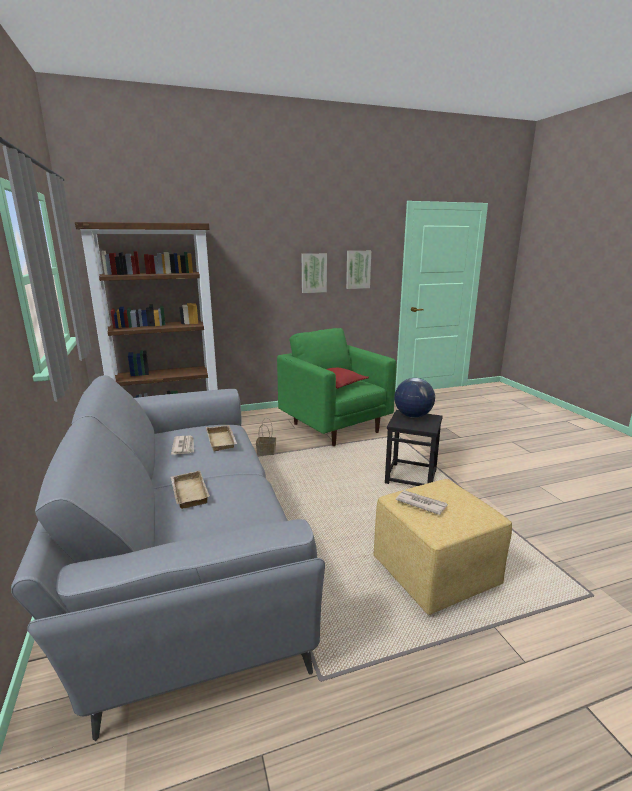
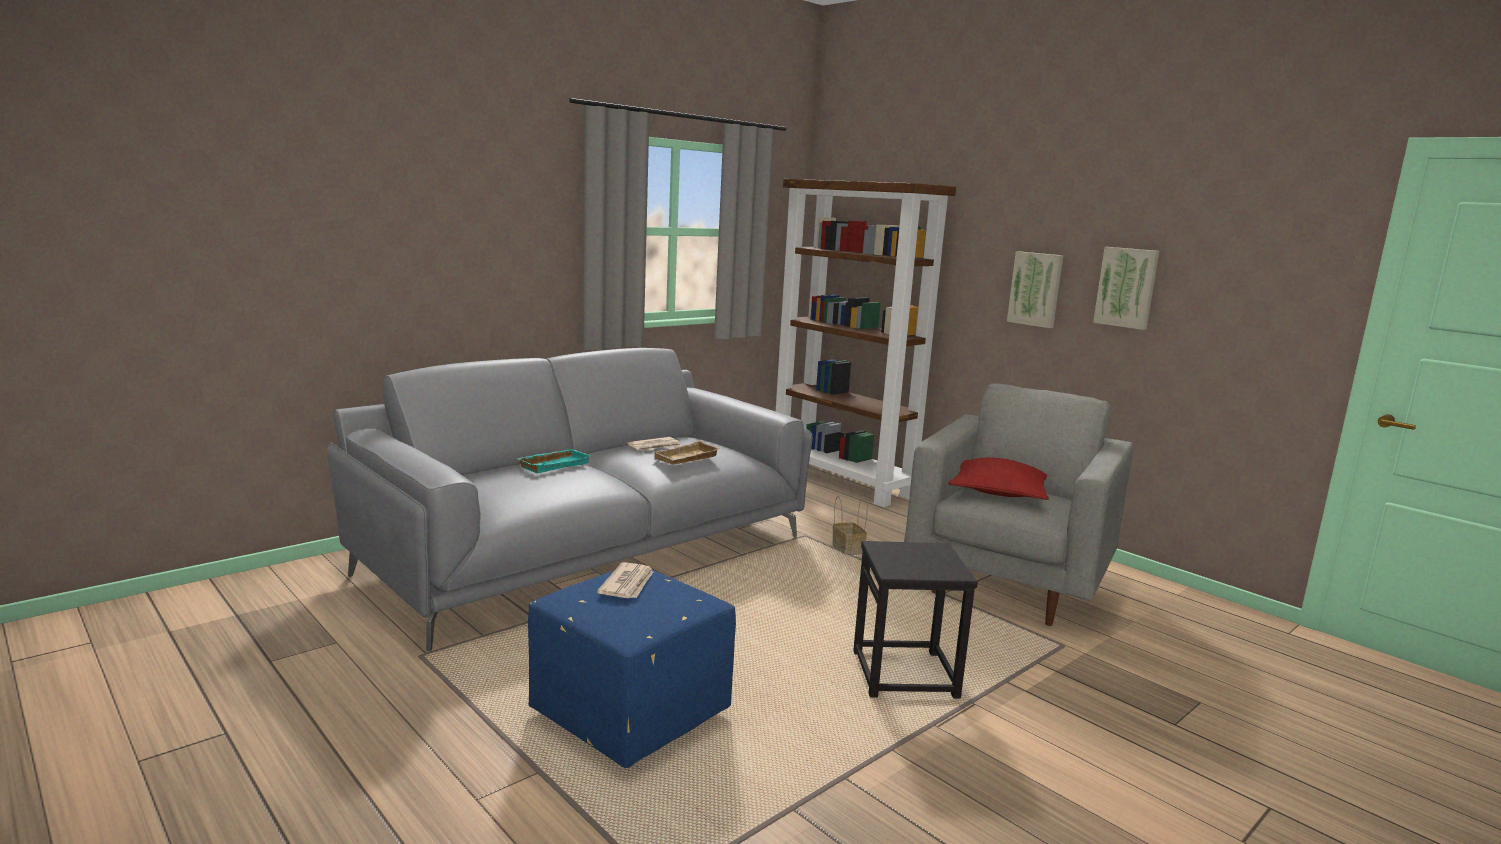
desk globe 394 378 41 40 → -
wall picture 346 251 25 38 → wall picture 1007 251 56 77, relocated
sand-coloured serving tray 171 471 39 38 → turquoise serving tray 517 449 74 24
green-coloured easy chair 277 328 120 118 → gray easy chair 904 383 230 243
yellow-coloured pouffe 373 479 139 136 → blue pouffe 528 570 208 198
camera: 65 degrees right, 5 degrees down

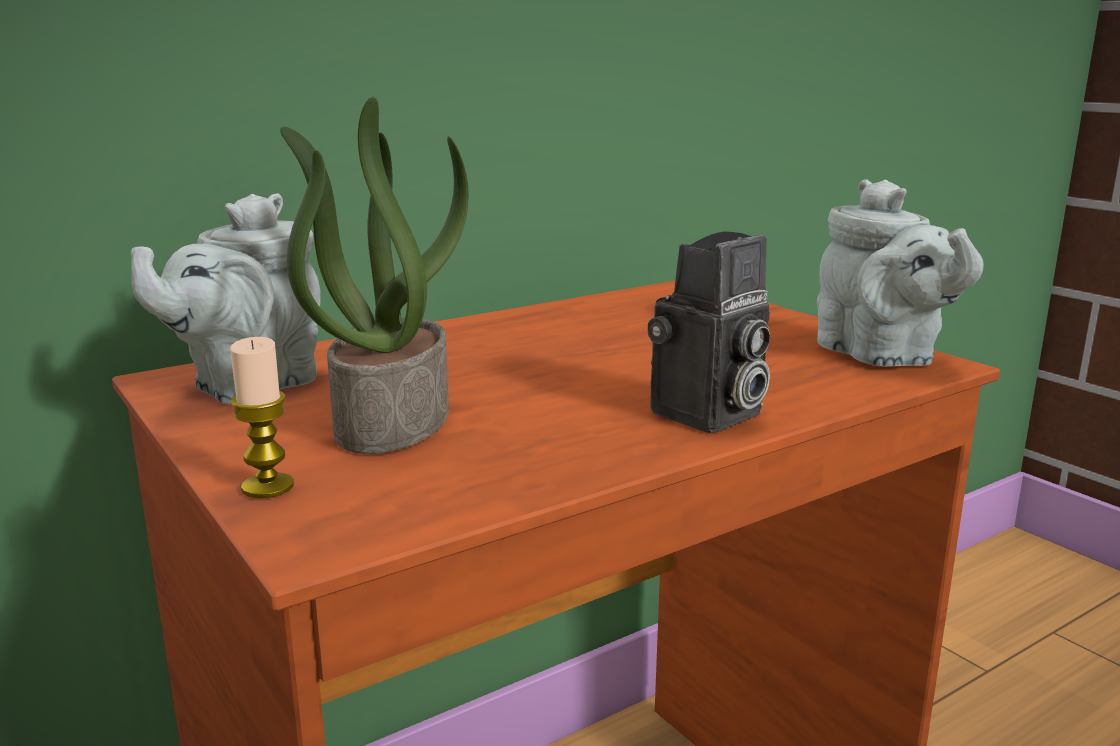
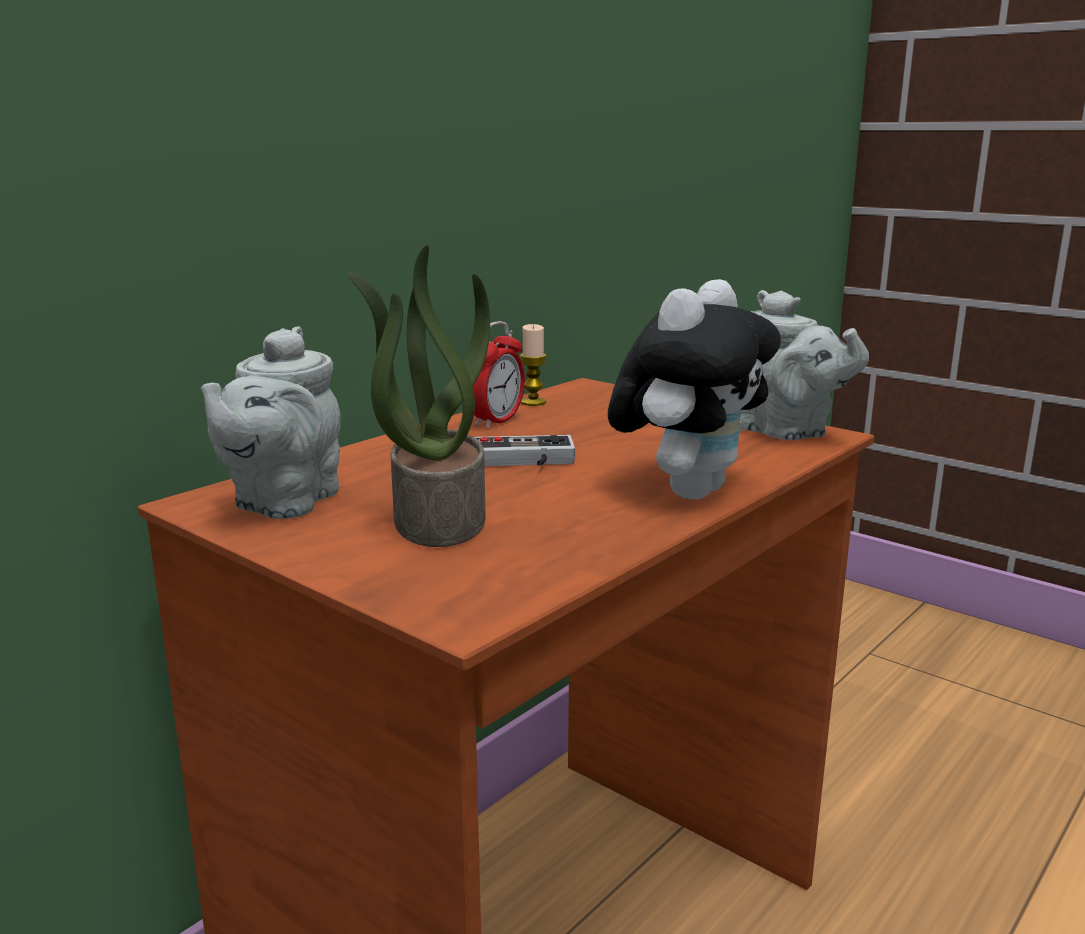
- → alarm clock 473 321 52 108
- → joypad 475 435 100 31
wax light 230 337 64 161 → wax light 520 324 27 82, relocated
photo camera 648 231 122 202 → plush toy 608 279 173 221
camera: 15 degrees left, 0 degrees up

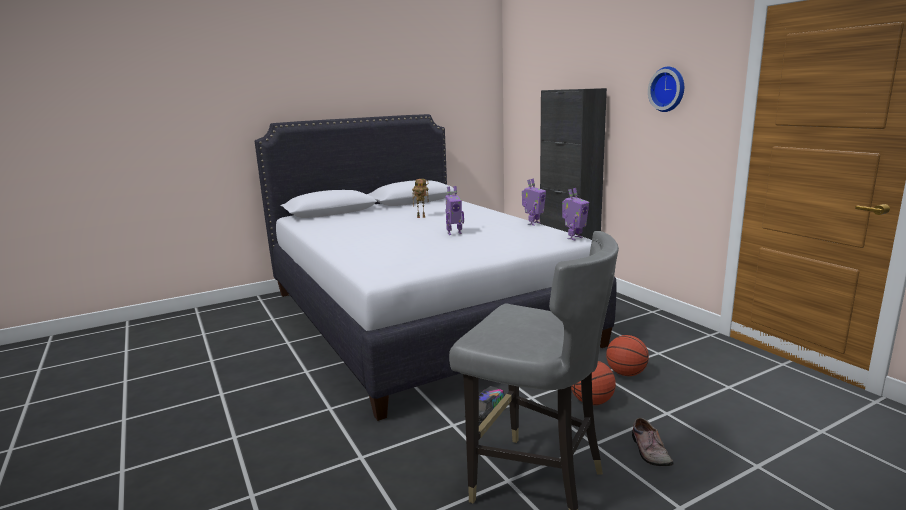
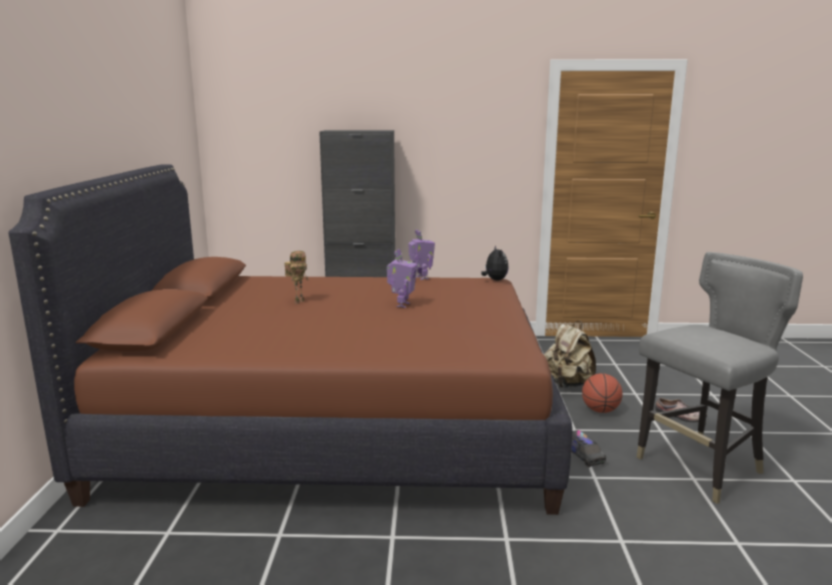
hanging clock 648 67 36 45 → -
toy robot 562 188 27 53 → plush toy 481 245 28 35
ball for basketball 606 335 43 41 → sand-coloured knapsack 544 321 52 67
white-coloured sleeping bed 254 114 363 307 → brown sleeping bed 9 164 563 351
camera: 60 degrees left, 0 degrees up

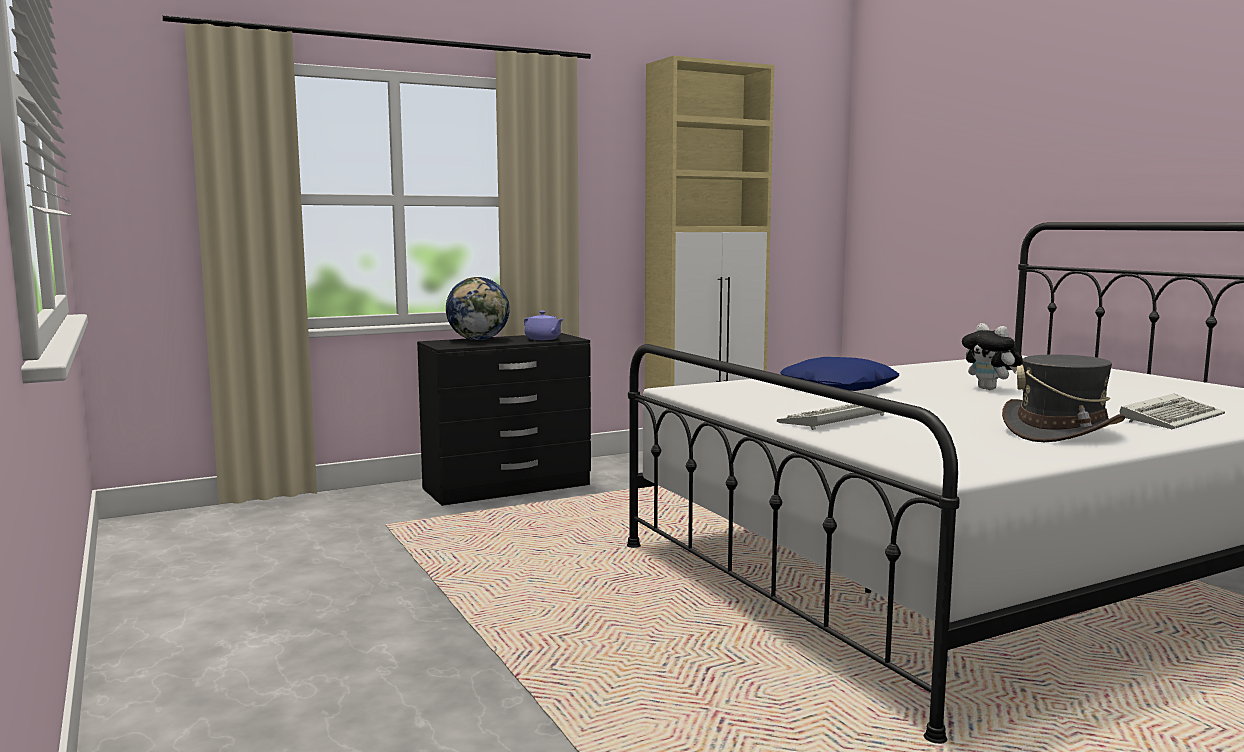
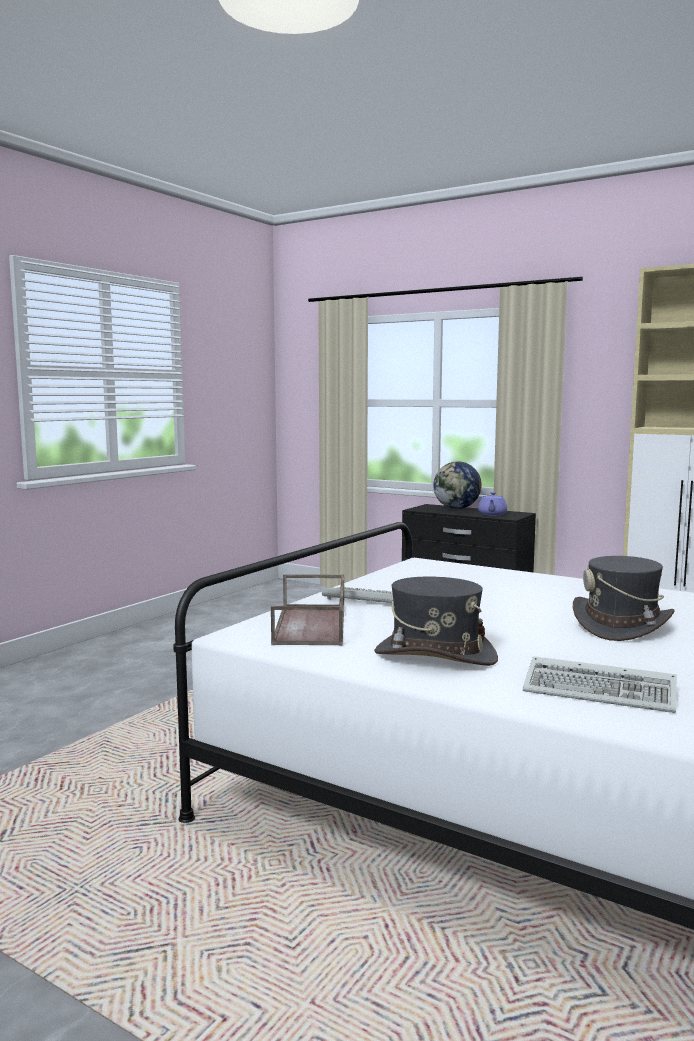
blue pillow 780 357 119 34 → -
- → brown serving tray 271 575 73 71
plush toy 962 323 61 67 → gray hat 573 556 102 85
camera: 60 degrees right, 0 degrees up

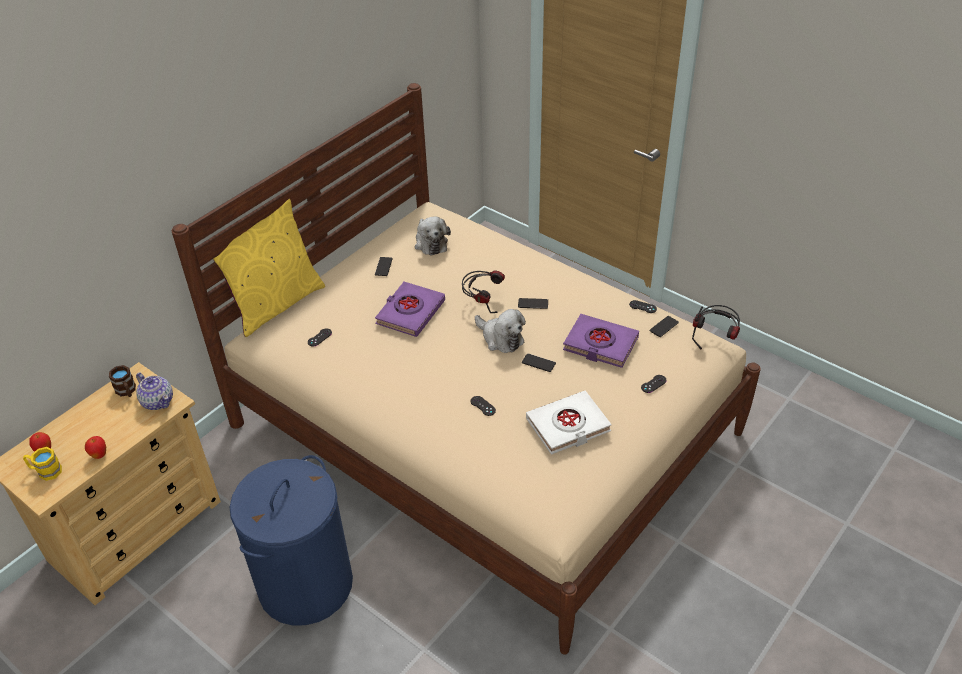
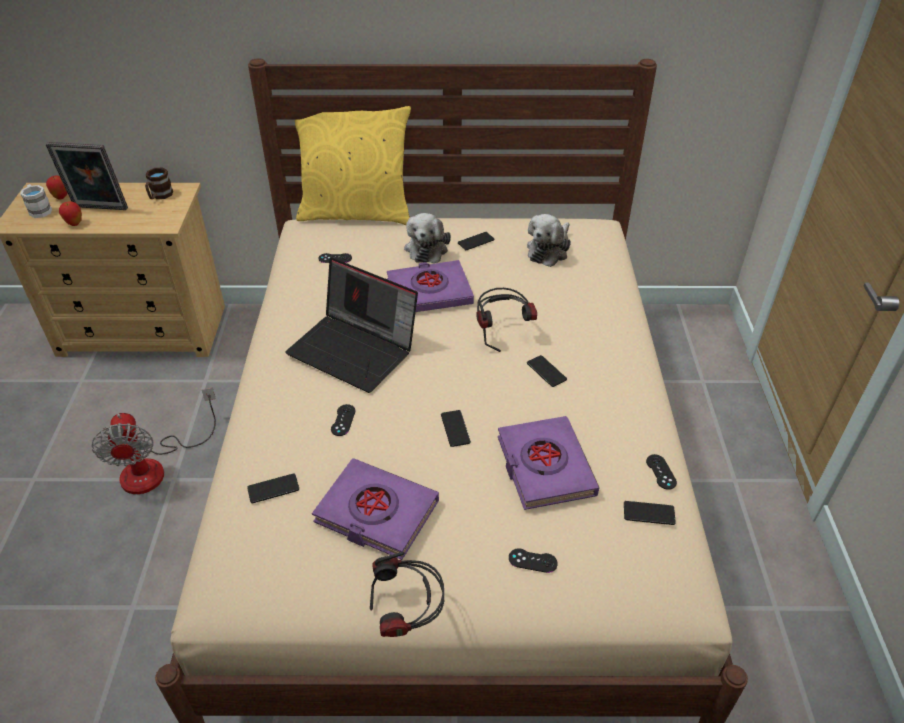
teapot 136 373 37 37 → -
- → standing frame 46 142 82 68
- → phone 247 473 52 30
- → portable computer 285 258 133 135
plush toy 475 309 51 44 → plush toy 404 213 47 50, relocated
pair of headphones 692 305 48 44 → pair of headphones 370 552 74 85, relocated
blue hamper 230 455 123 170 → fan 92 388 124 106
yellow-coloured tea mug 23 447 39 34 → white-coloured tea mug 20 184 32 34
white-coloured bound book 526 391 86 64 → purple bound book 312 458 127 102
camera: 50 degrees right, 0 degrees up

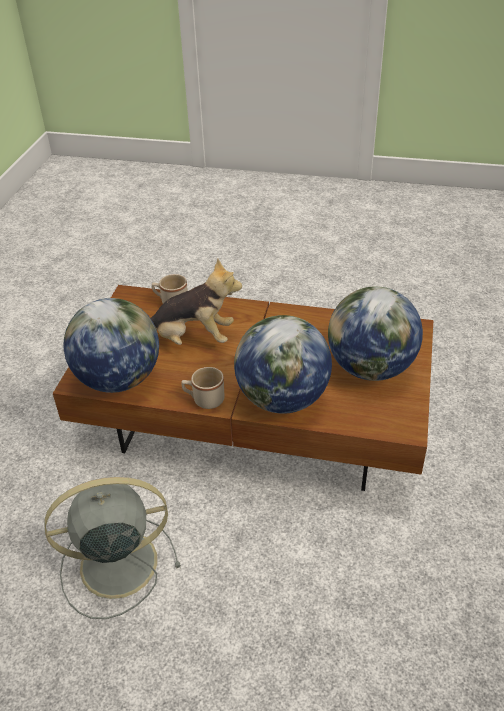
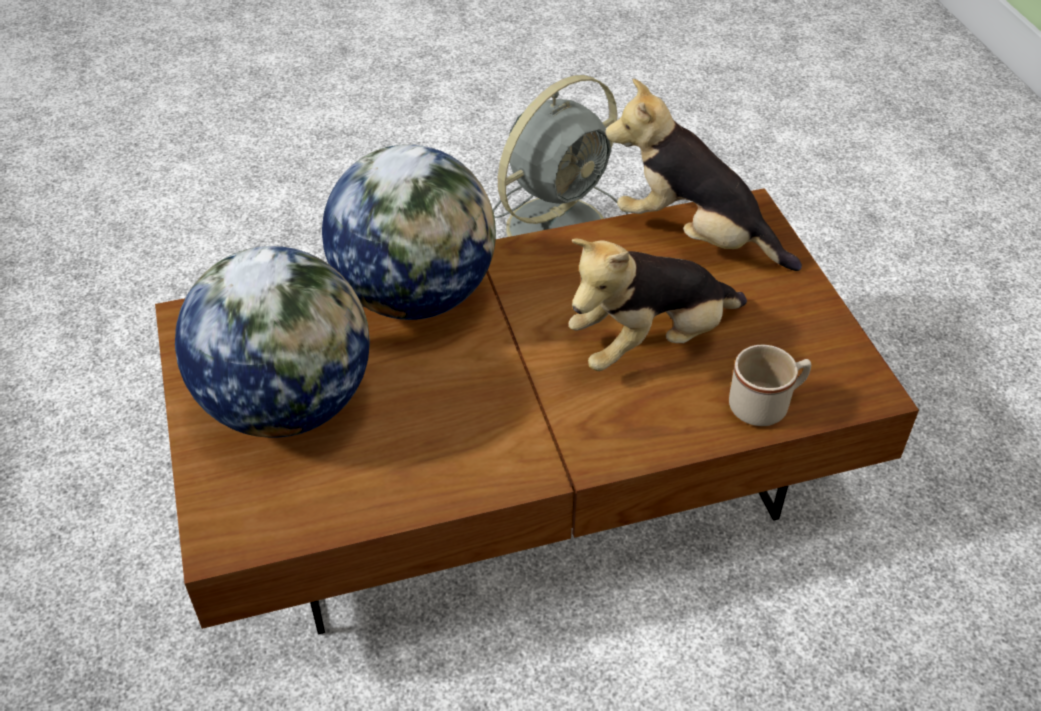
sand-coloured tea mug 181 367 44 42 → -
desk globe 64 298 95 95 → plush toy 605 79 197 192
camera: 150 degrees right, 5 degrees up

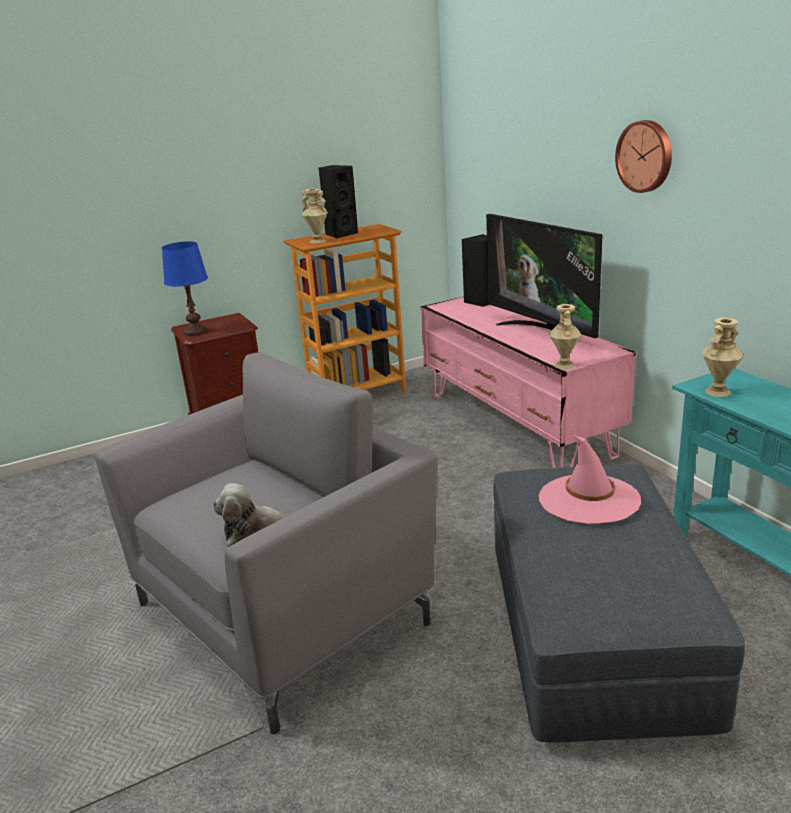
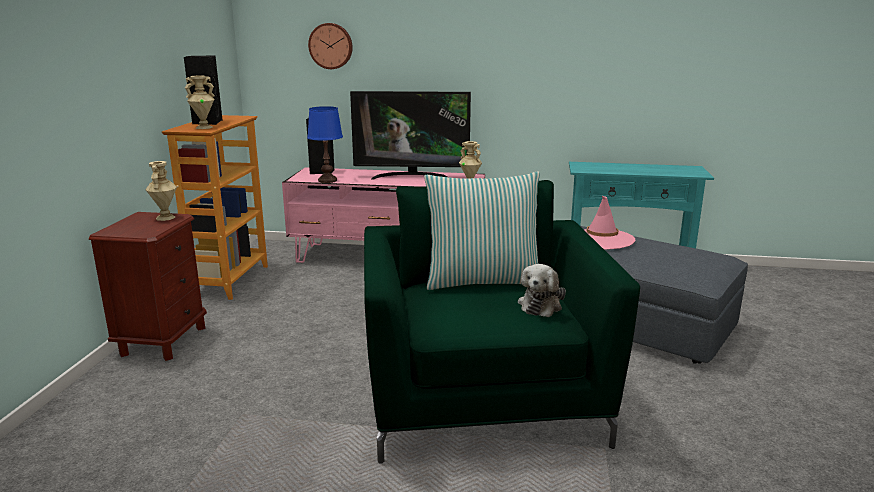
- → pillow 424 171 116 119
blue lamp for a table 162 241 46 95 → blue lamp for a table 307 106 36 77, relocated
hanging clock 615 120 57 73 → hanging clock 308 23 45 46, relocated
sand-coloured decorative vase 702 318 41 79 → sand-coloured decorative vase 145 161 32 60, relocated
gray easy chair 94 352 343 382 → green-coloured easy chair 364 180 276 284
camera: 55 degrees left, 5 degrees down

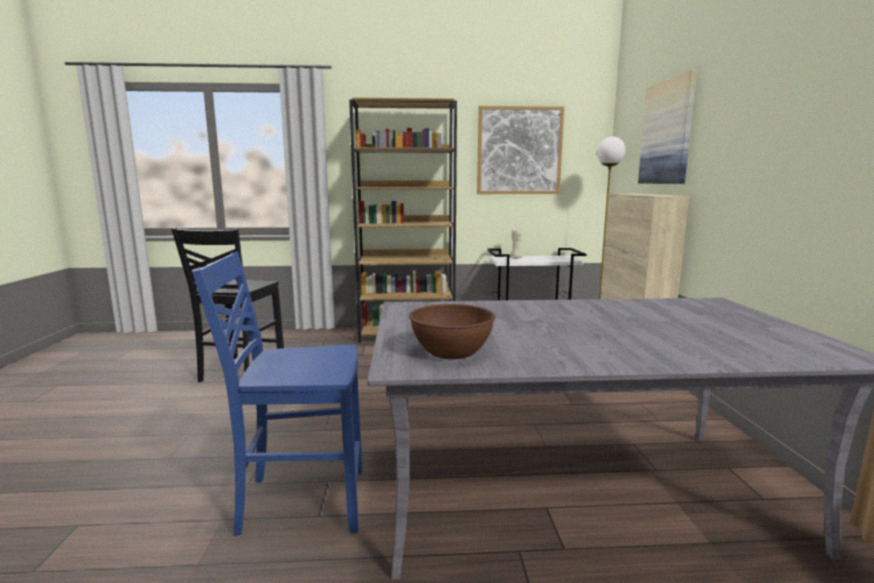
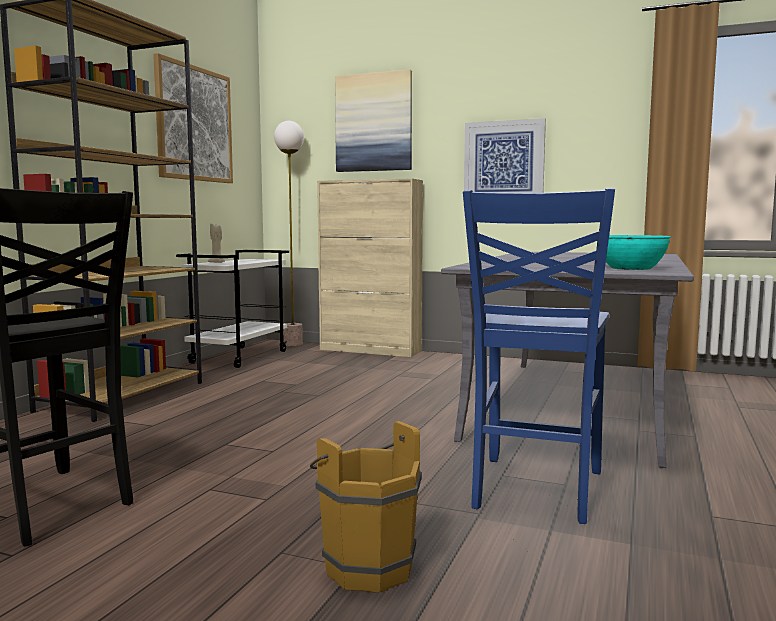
- → brown bucket 310 421 112 172
- → wall picture 464 118 82 75
brown bowl 409 304 86 55 → turquoise bowl 606 235 65 35
camera: 65 degrees left, 5 degrees down

